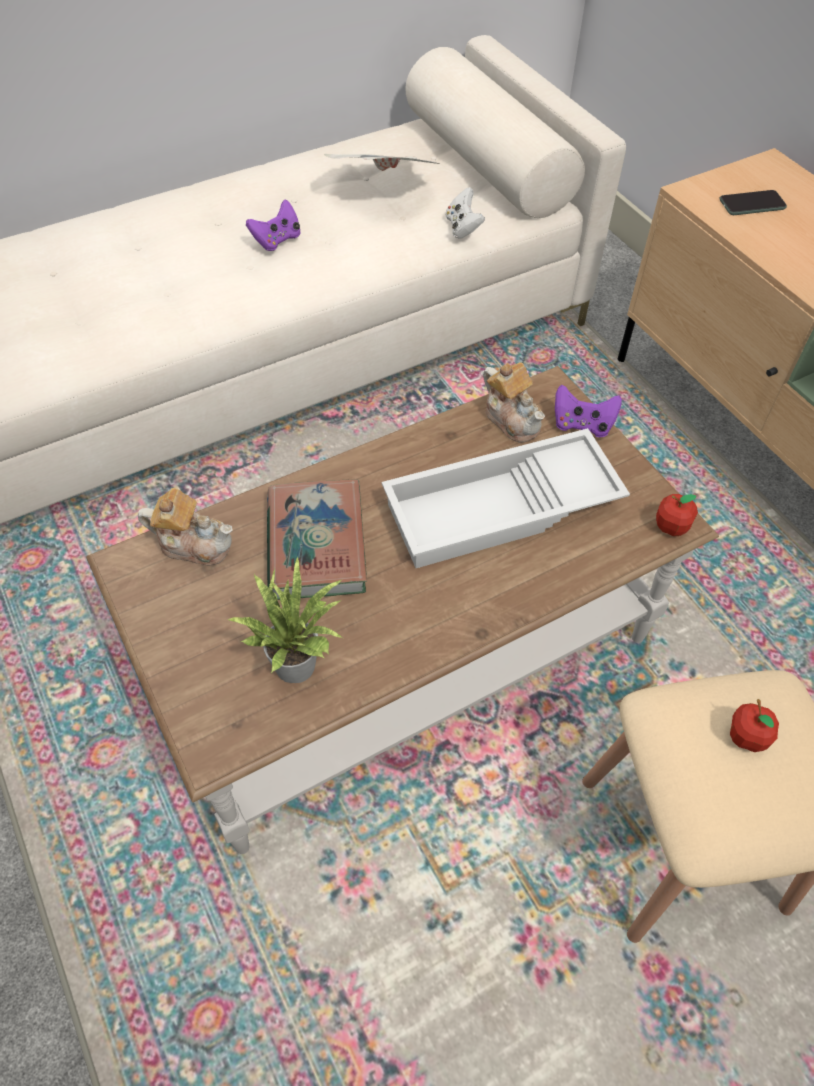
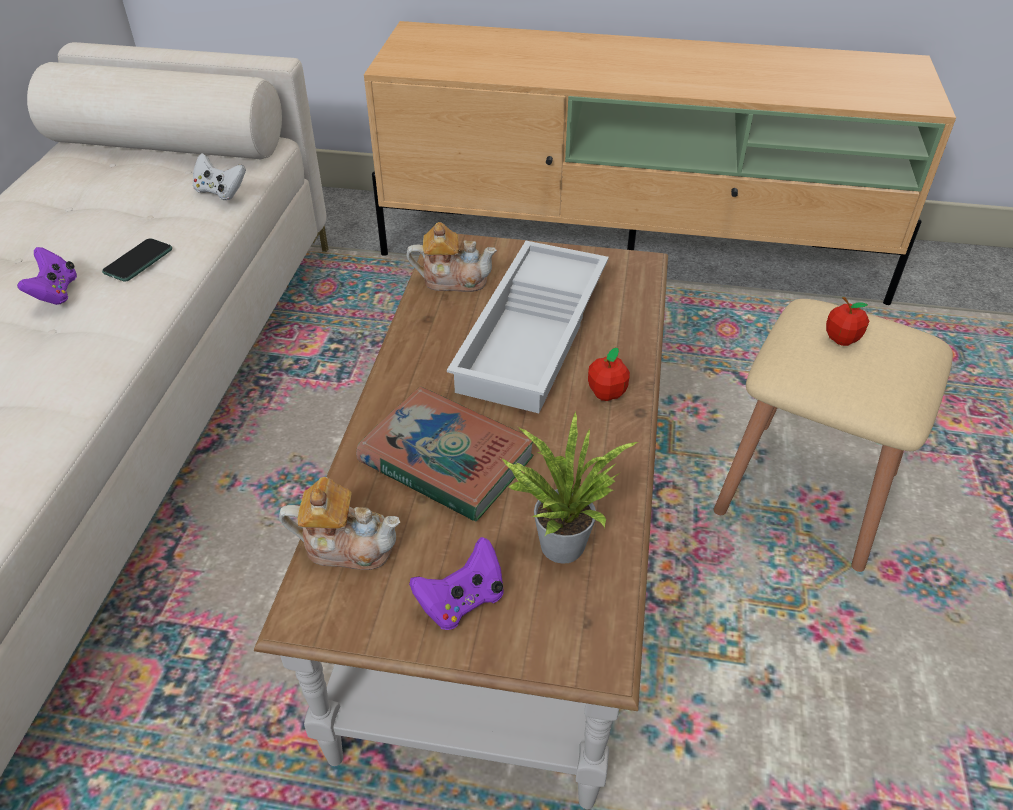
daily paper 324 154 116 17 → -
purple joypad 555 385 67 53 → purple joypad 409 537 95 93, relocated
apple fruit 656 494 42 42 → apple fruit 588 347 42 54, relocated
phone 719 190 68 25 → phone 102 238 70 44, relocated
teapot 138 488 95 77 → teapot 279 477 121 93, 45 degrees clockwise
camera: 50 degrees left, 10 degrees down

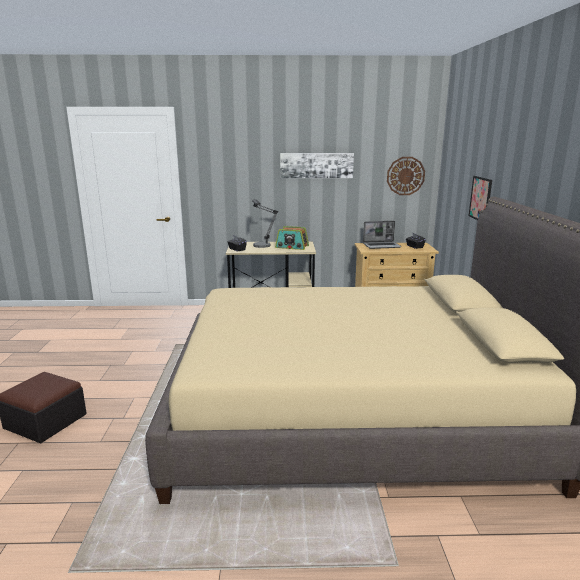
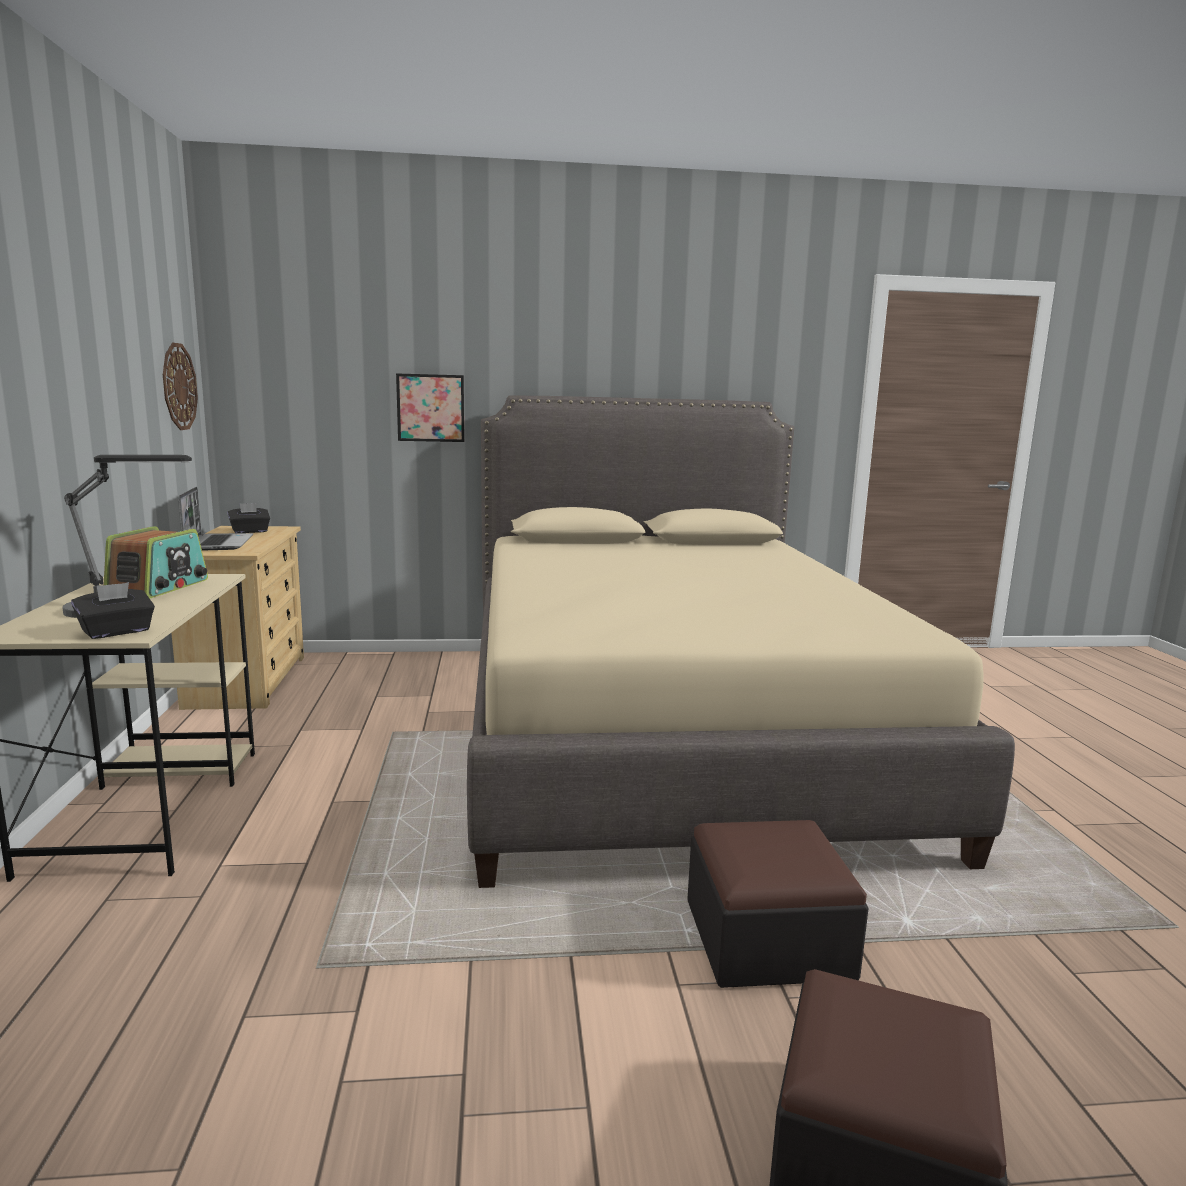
wall picture 280 153 74 25 → -
- → pouffe 687 820 182 168
camera: 95 degrees left, 5 degrees down

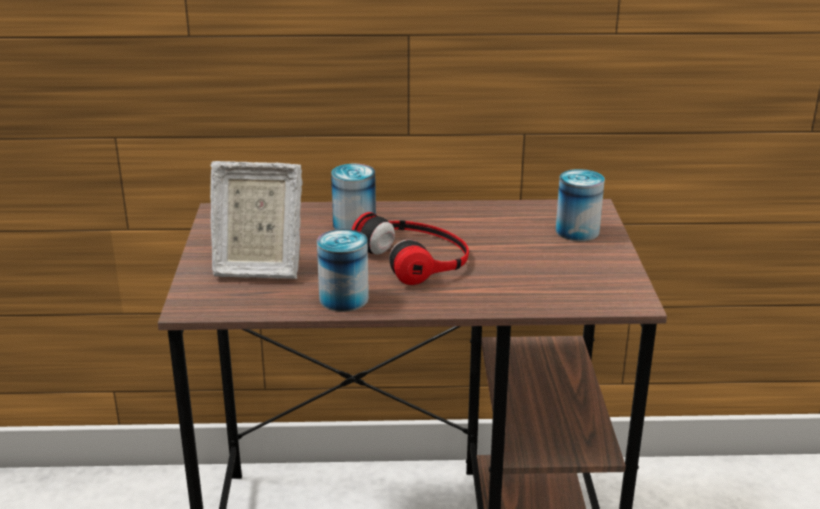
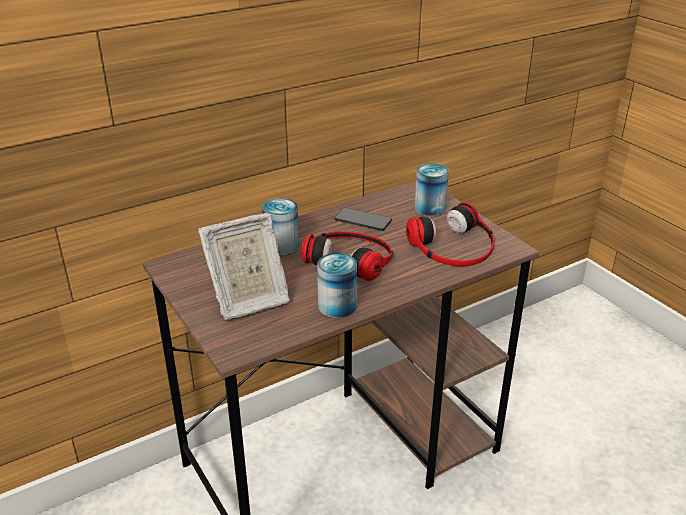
- → phone 334 208 58 23
- → pair of headphones 406 202 88 64
camera: 30 degrees left, 5 degrees up

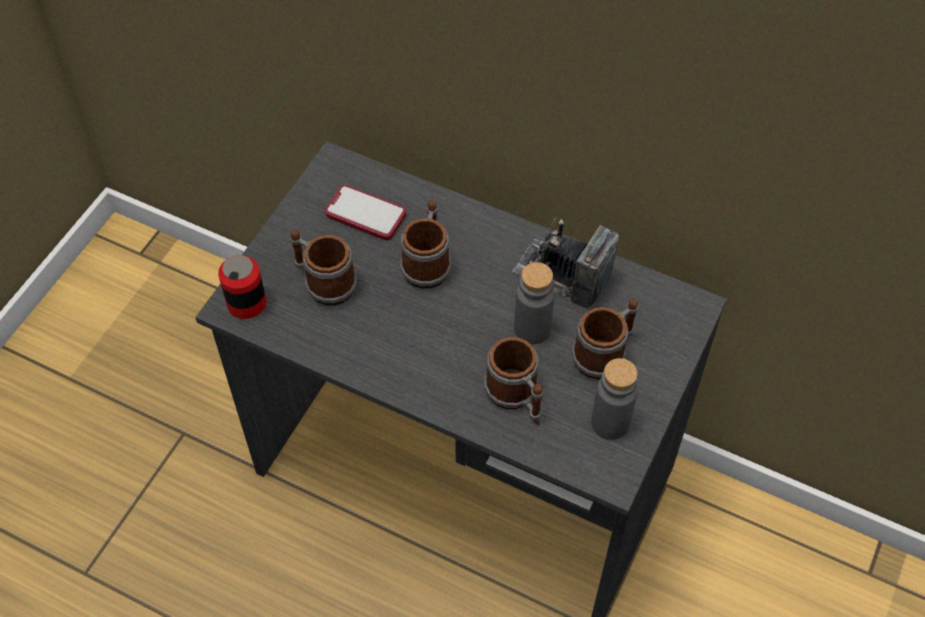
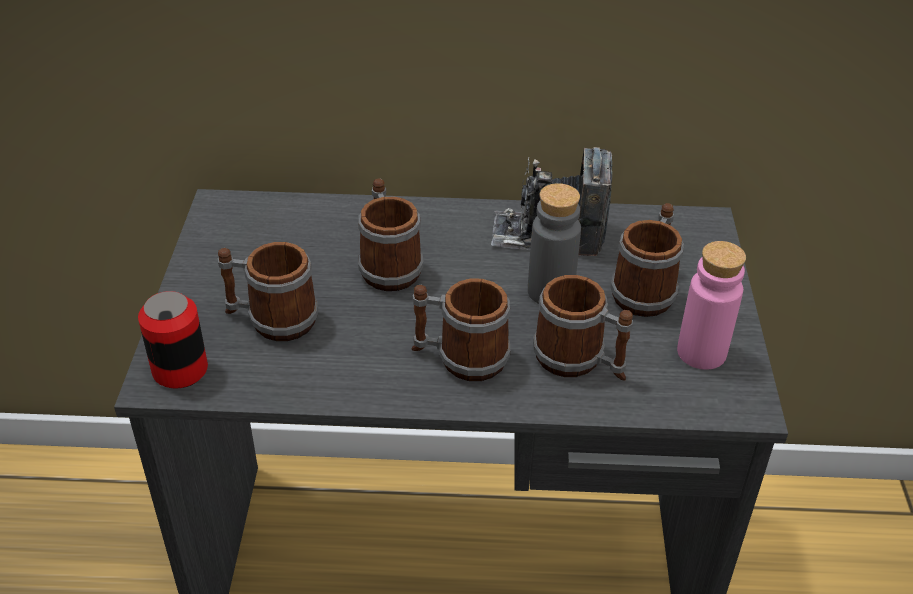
phone 325 185 81 55 → -
- → tea mug 412 279 98 102
gray beverage bottle 591 358 47 82 → pink-coloured beverage bottle 677 241 69 129
camera: 25 degrees left, 15 degrees down

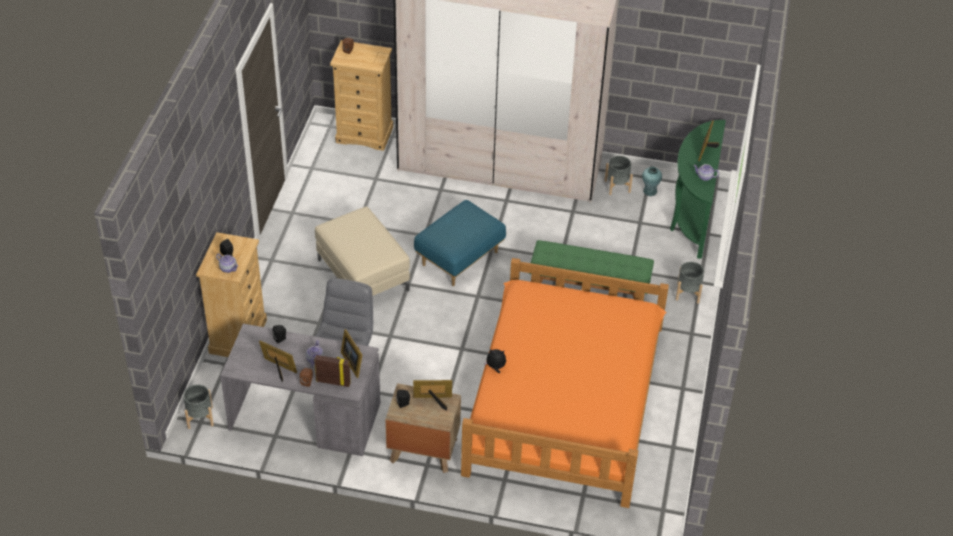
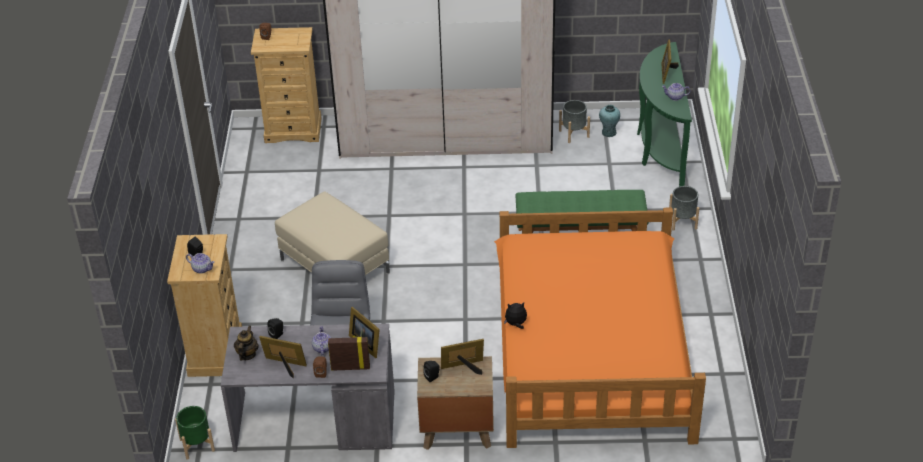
blue pouffe 414 200 92 86 → -
- → teapot 234 325 25 35
gray plant pot 183 384 31 45 → green-coloured plant pot 175 406 40 54
camera: 10 degrees left, 5 degrees down

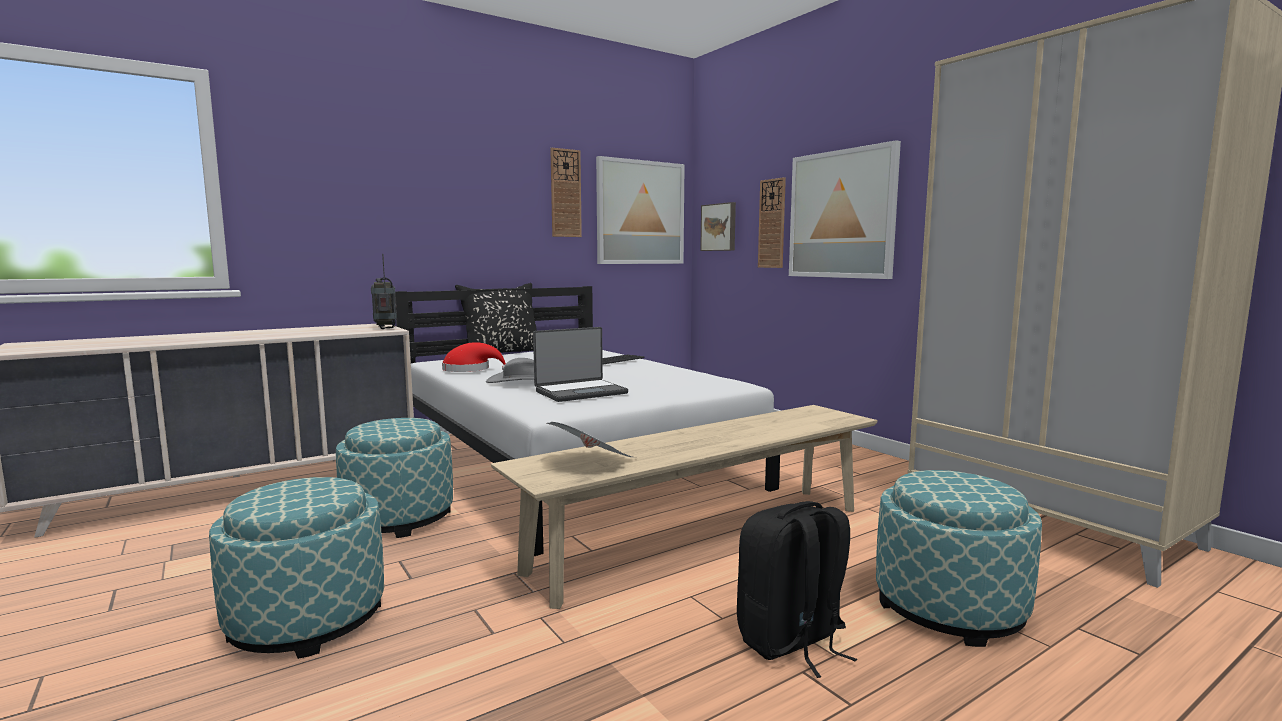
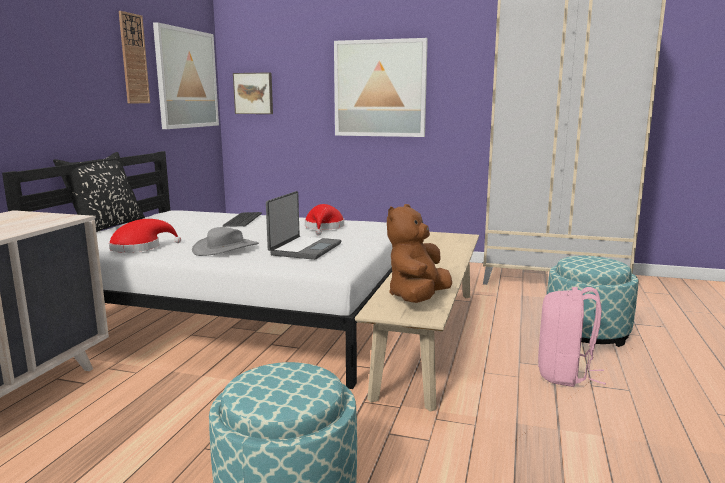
pouffe 336 418 117 120 → -
radio receiver 371 254 26 75 → -
hanging clock 758 177 28 91 → -
- → reddish hat 305 204 39 31
daily paper 546 422 86 35 → brown plush toy 387 204 65 99
blackish knapsack 737 501 120 177 → pink-coloured knapsack 538 287 68 100
camera: 40 degrees left, 5 degrees up

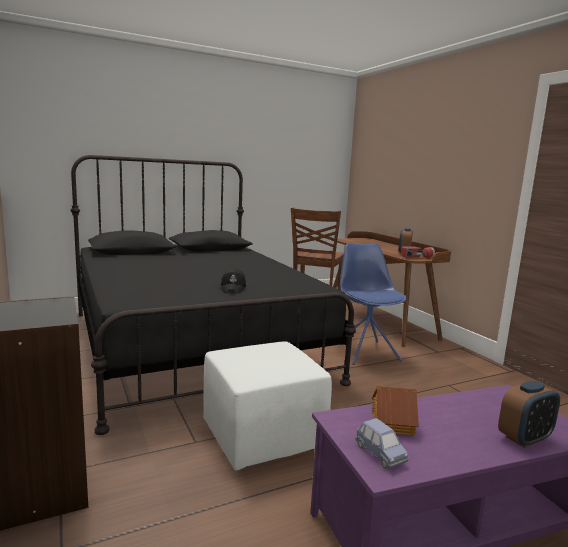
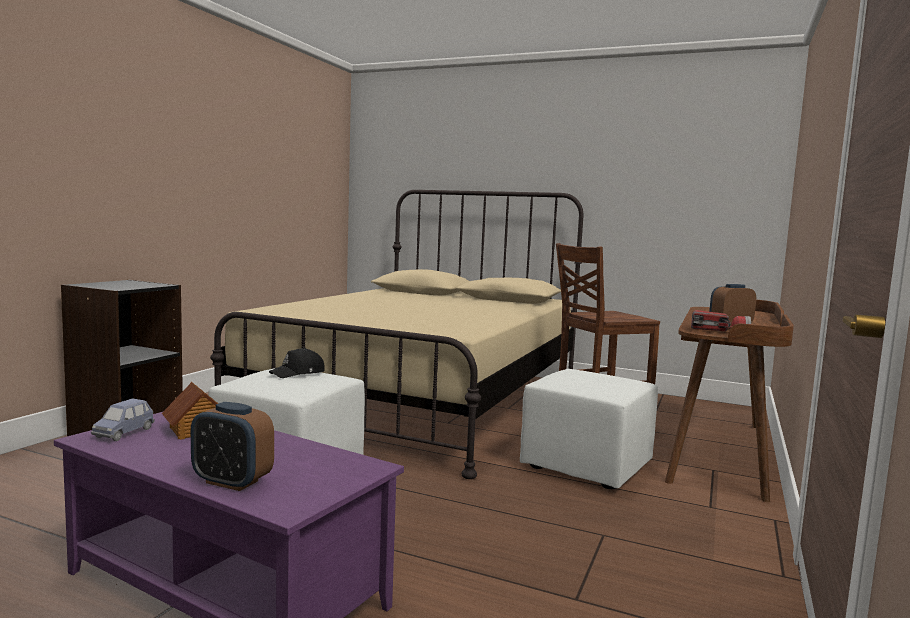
blackish peaked cap 220 268 26 24 → blackish peaked cap 269 348 56 30, relocated
blue chair 340 243 67 122 → white-coloured pouffe 520 369 138 120
blackish sleeping bed 70 155 286 280 → sand-coloured sleeping bed 210 190 373 289
camera: 50 degrees right, 5 degrees down

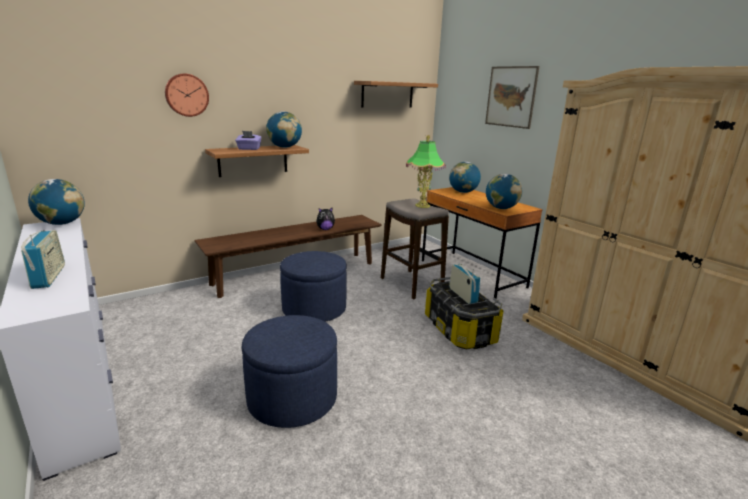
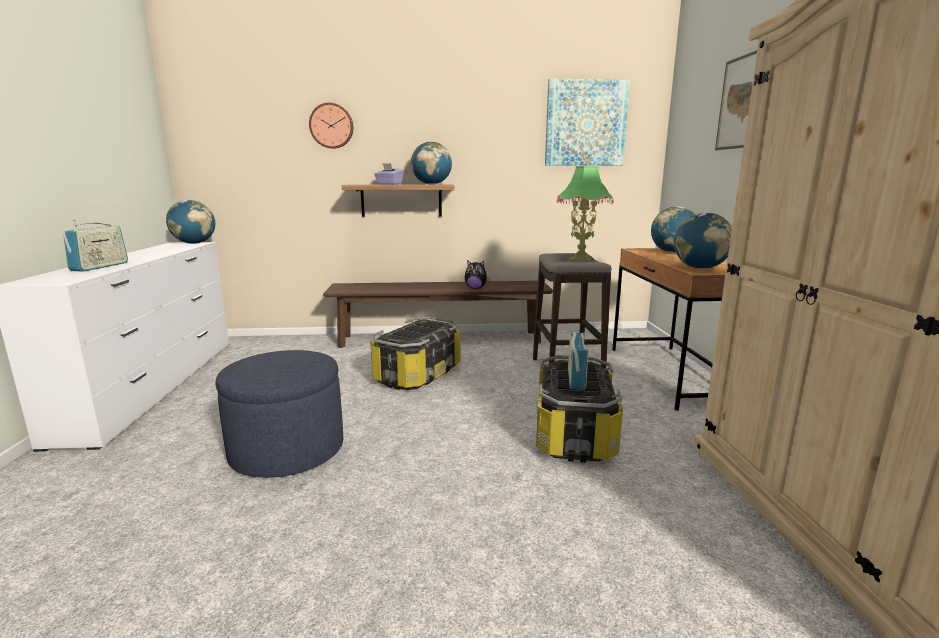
blue pouffe 280 251 67 71 → storage bin 370 317 91 73
bracket shelf 354 81 84 26 → wall picture 545 79 85 87
camera: 30 degrees right, 5 degrees down

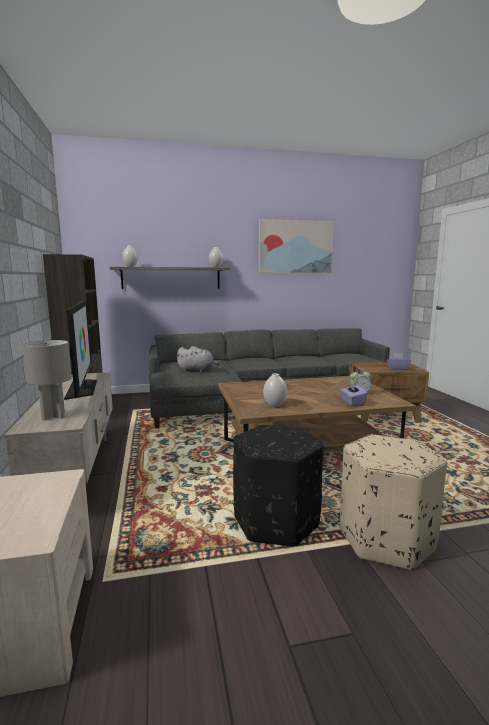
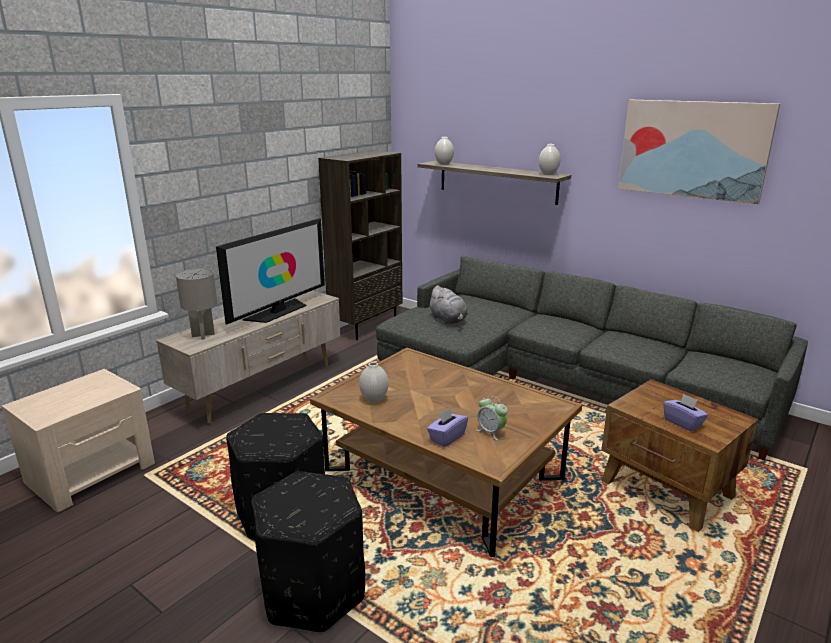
sand-coloured pouffe 340 434 107 136 → blackish pouffe 251 471 114 162
camera: 50 degrees right, 10 degrees up

